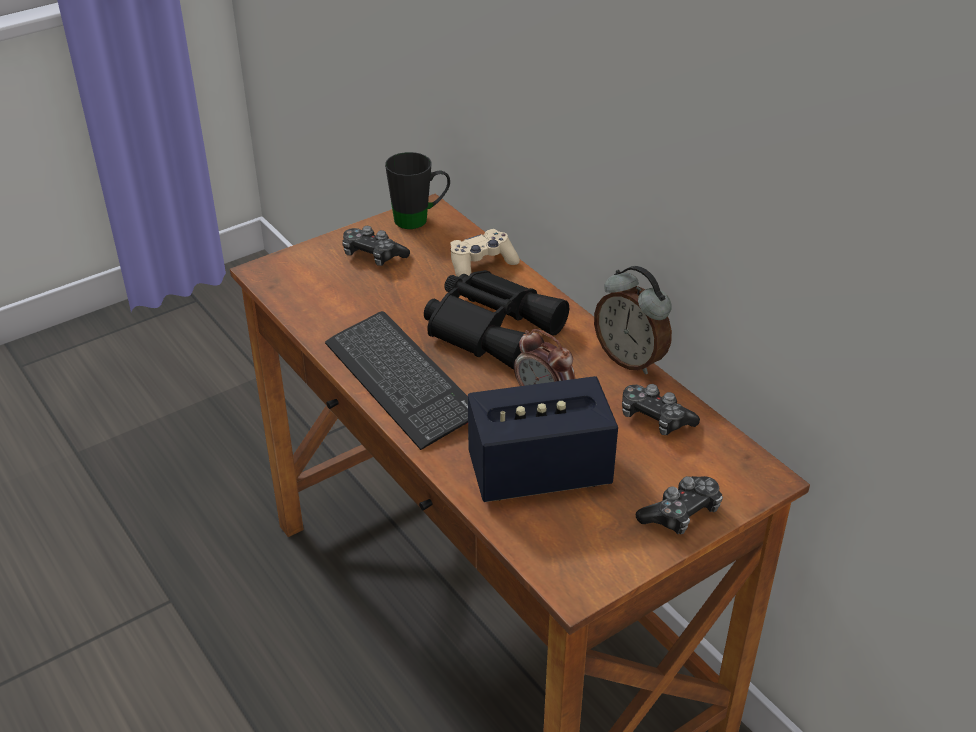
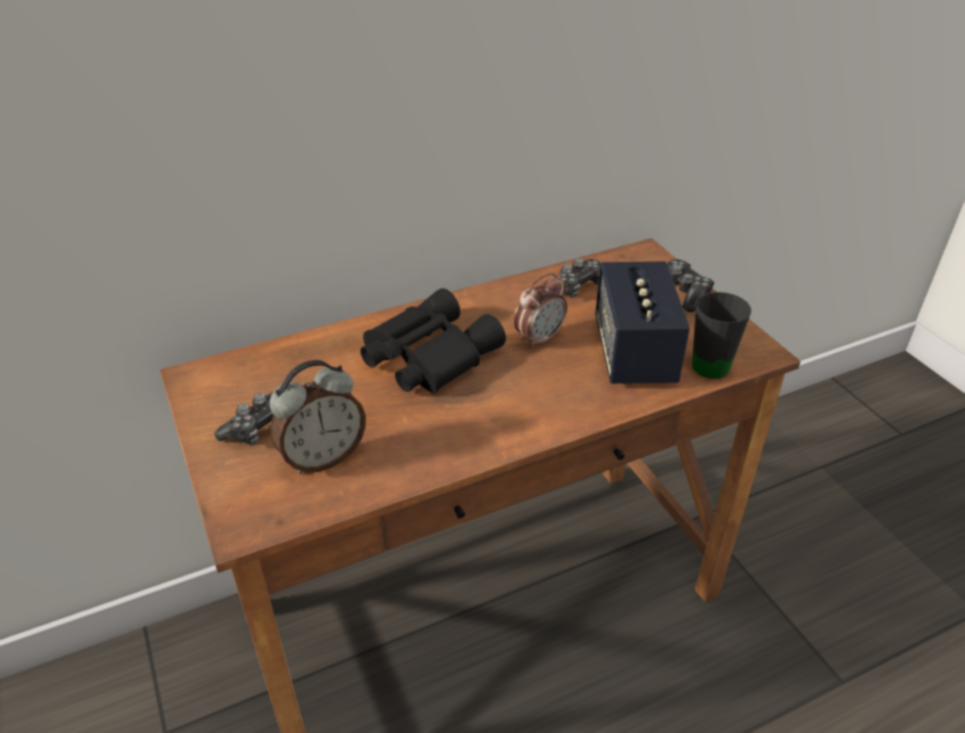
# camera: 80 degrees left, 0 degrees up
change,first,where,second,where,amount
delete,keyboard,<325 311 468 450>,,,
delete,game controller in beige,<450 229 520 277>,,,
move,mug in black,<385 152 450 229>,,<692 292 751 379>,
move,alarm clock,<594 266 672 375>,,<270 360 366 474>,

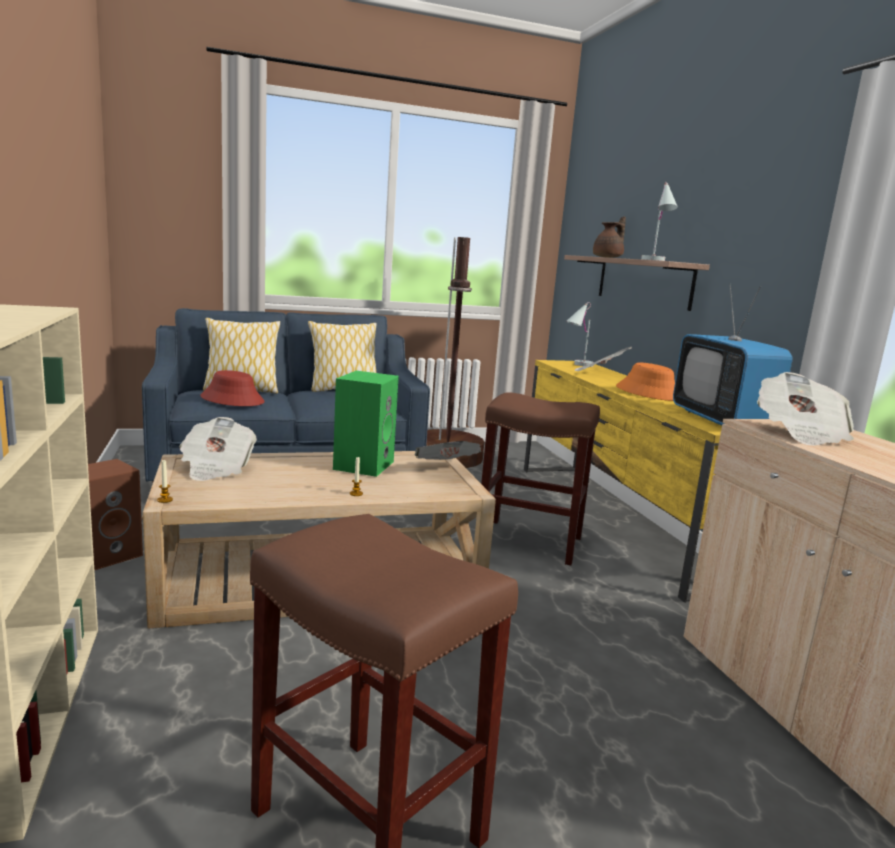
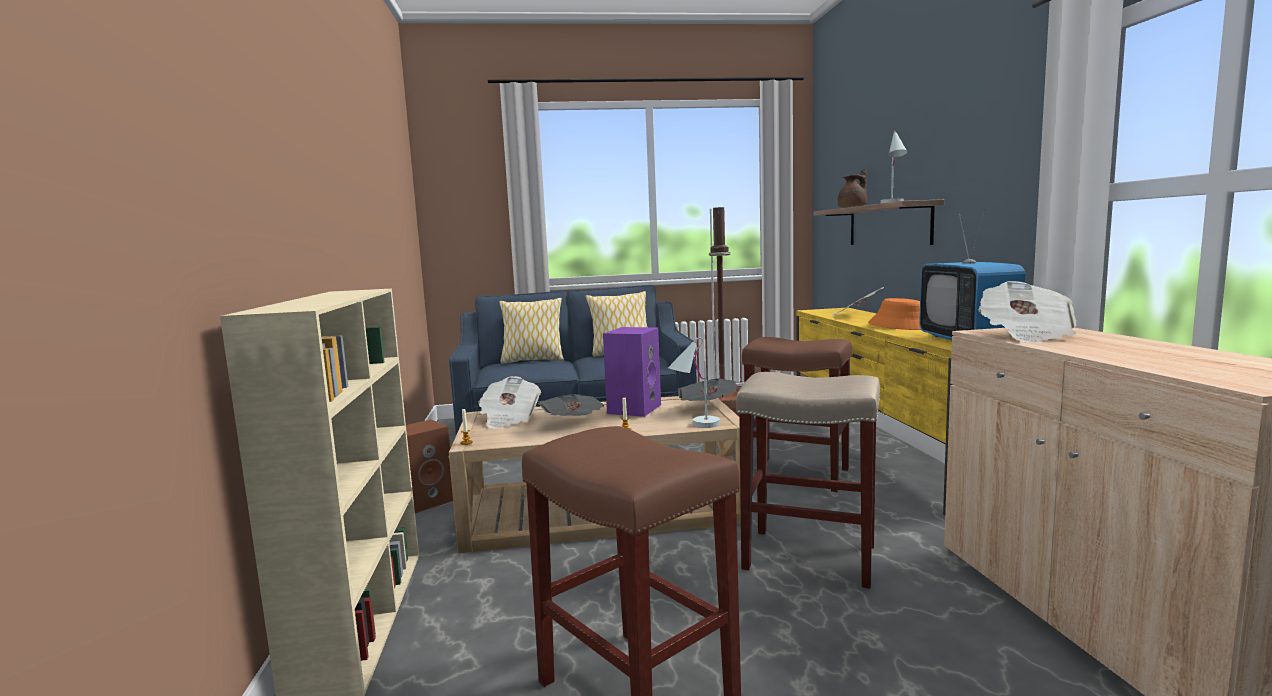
# camera: 10 degrees right, 5 degrees down
change,first,where,second,where,amount
delete,hat in red,<200 370 264 406>,,,
insert,,,newspaper,<537 394 604 416>,
insert,,,stool in beige,<736 372 880 589>,
move,table lamp in white,<566 302 594 367>,,<668 337 720 428>,
recolor,speaker in green,<333 371 399 477>,speaker in purple,<603 327 661 417>,

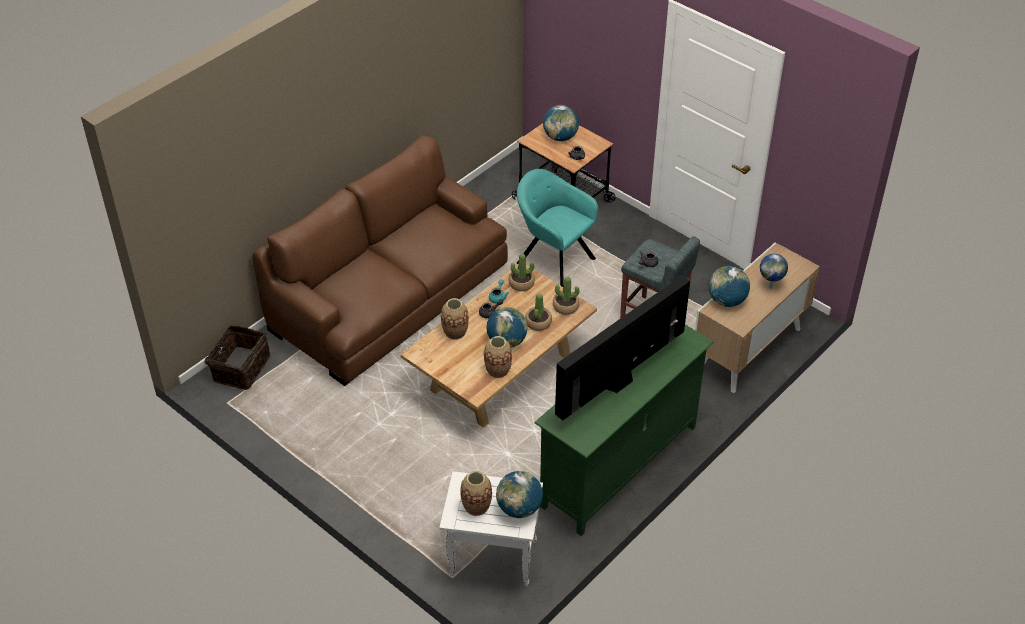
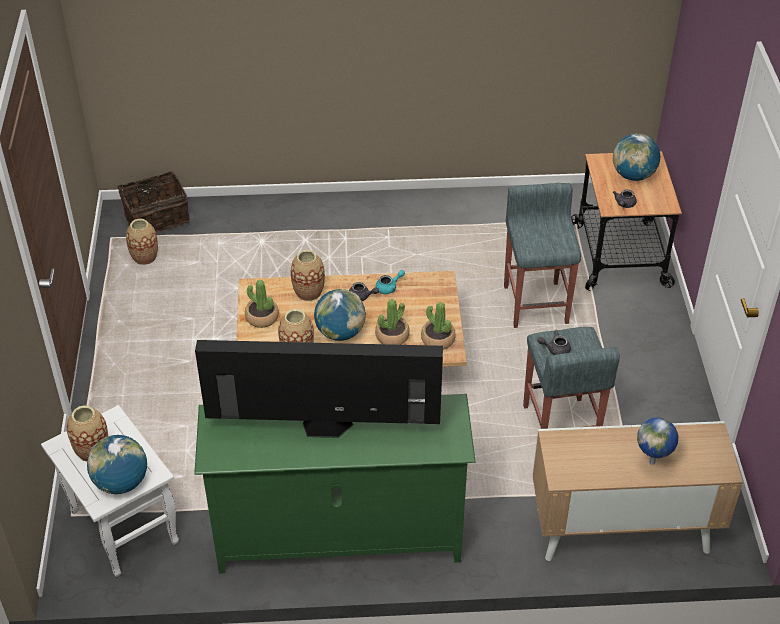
# camera: 45 degrees right, 0 degrees up
change,first,where,second,where,amount
delete,sofa in brown,<252 135 508 386>,,,
delete,globe,<709 266 750 307>,,,
insert,,,vase,<126 219 158 265>,
move,potted plant,<508 253 535 291>,,<245 280 279 328>,
replace,armchair in turquoise,<517 169 598 287>,stool in grey,<504 183 581 328>,

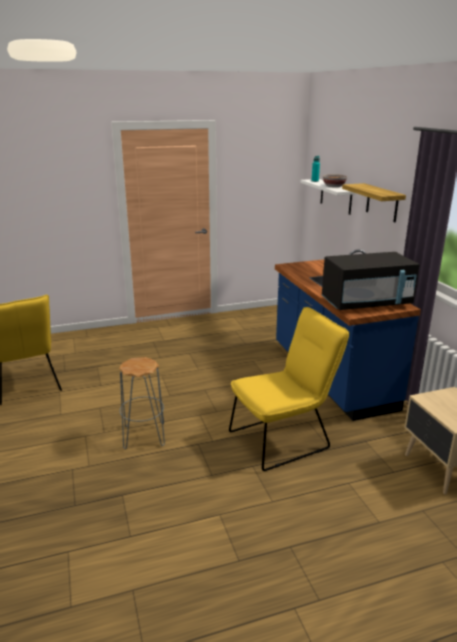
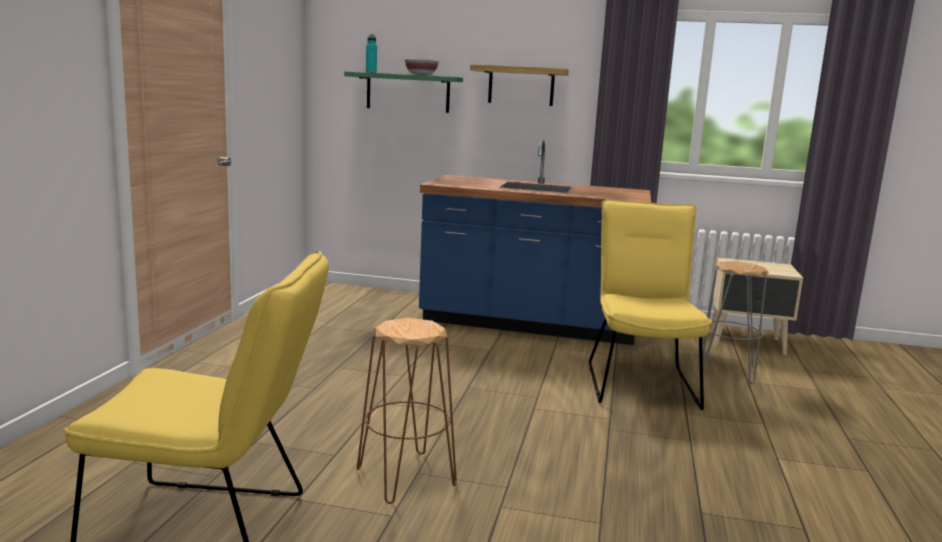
# camera: 60 degrees left, 10 degrees down
change,first,where,second,where,amount
delete,microwave in black,<322 252 420 310>,,,
insert,,,stool in brown,<357 318 457 504>,
move,stool in grey,<119 357 165 449>,,<697 261 769 384>,
recolor,shelf in white,<300 179 357 215>,shelf in green,<344 72 463 113>,

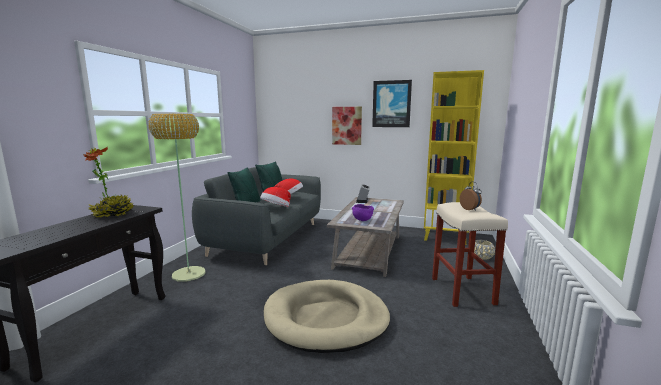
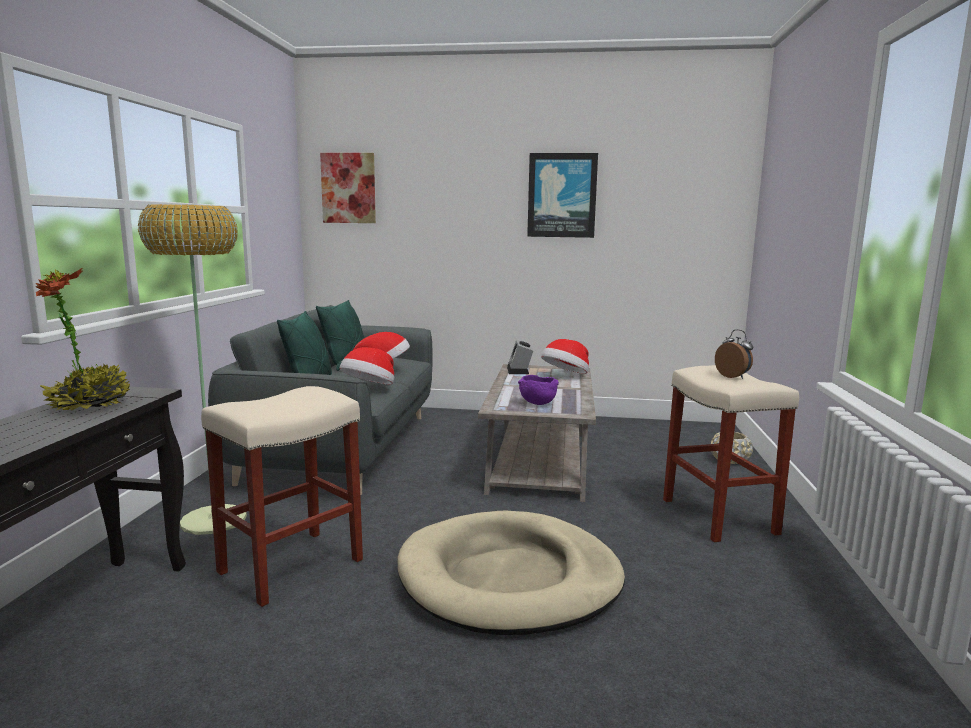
# camera: 10 degrees left, 0 degrees up
change,first,where,second,where,amount
delete,bookcase in yellow,<424 70 484 245>,,,
insert,,,stool in beige,<201 386 363 607>,
insert,,,hat,<541 339 589 374>,
move,picture,<332 107 362 145>,,<320 153 376 223>,

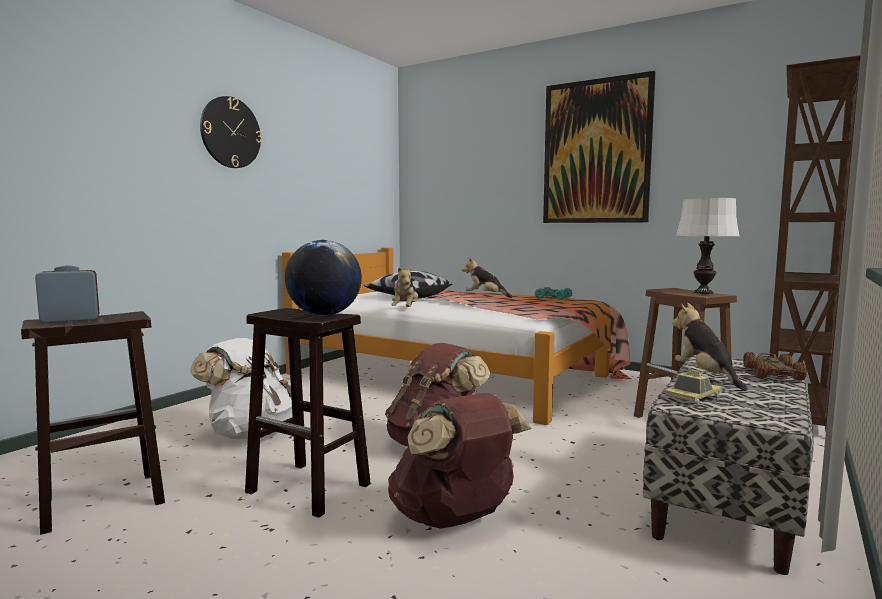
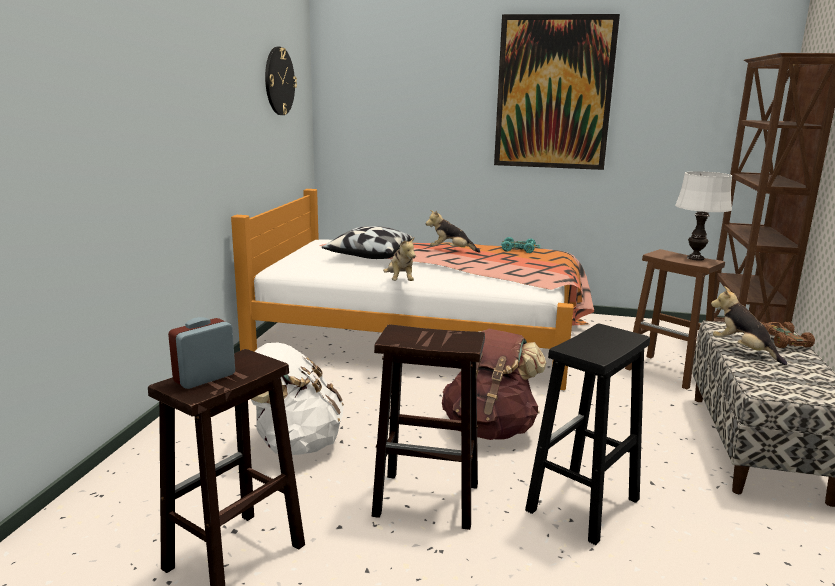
# camera: 20 degrees left, 10 degrees up
change,first,where,second,where,amount
delete,globe,<285 240 362 316>,,,
delete,toy car,<666 370 722 405>,,,
move,wall clock,<200 96 262 168>,,<265 47 297 115>,
replace,backpack in brown,<388 393 532 529>,stool in black,<525 323 650 545>,

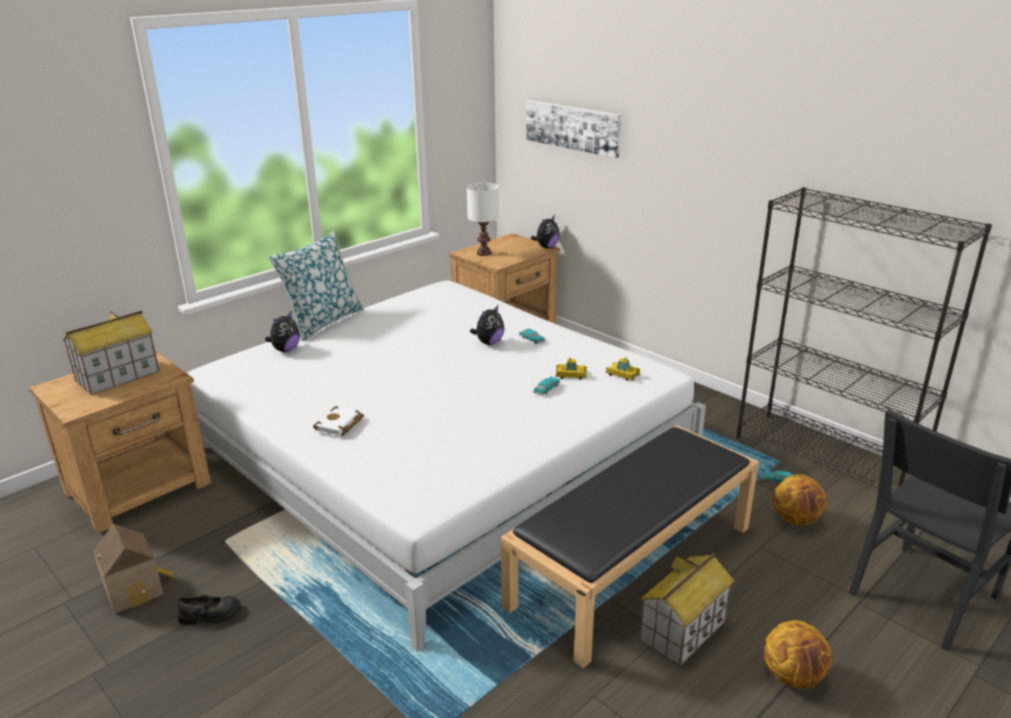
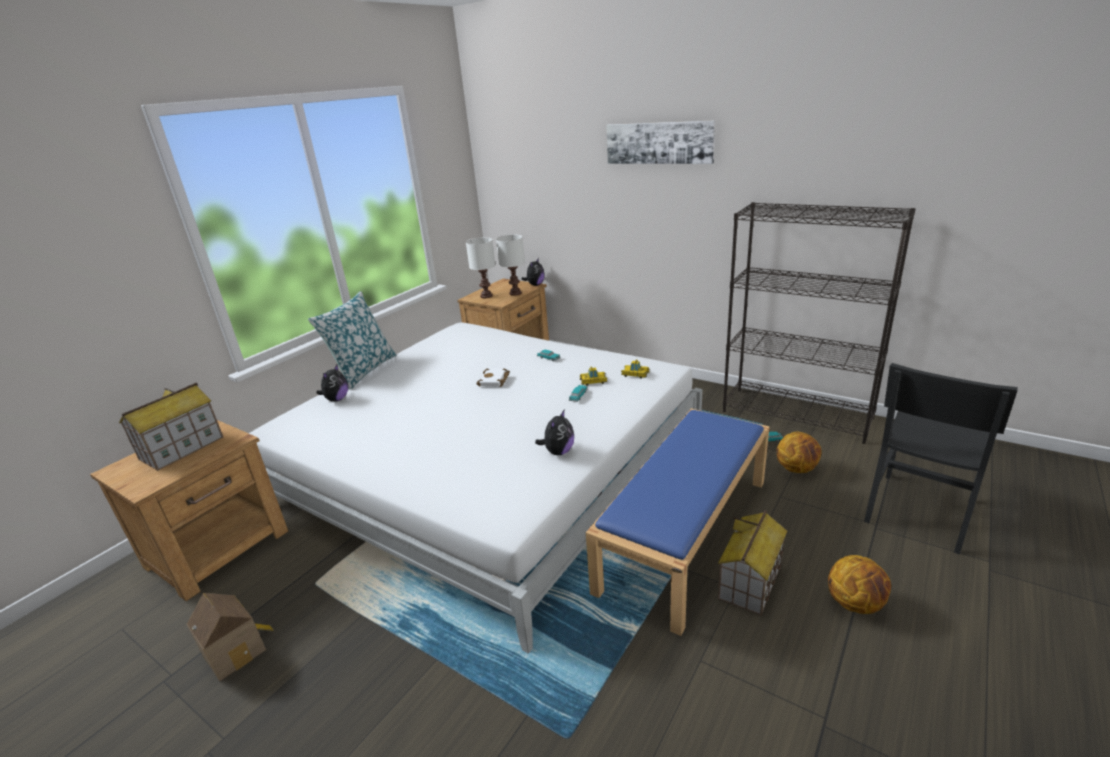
# camera: 10 degrees left, 0 degrees up
change,first,where,second,where,amount
delete,shoe in black,<177 594 240 625>,,,
insert,,,table lamp in white,<496 234 525 296>,
move,book in white,<313 406 364 436>,,<476 368 510 387>,
move,plush toy,<470 305 504 345>,,<535 410 574 455>,
move,picture,<526 100 621 158>,,<606 120 716 164>,
recolor,bench in black,<501 425 759 668>,bench in blue,<586 409 769 636>,

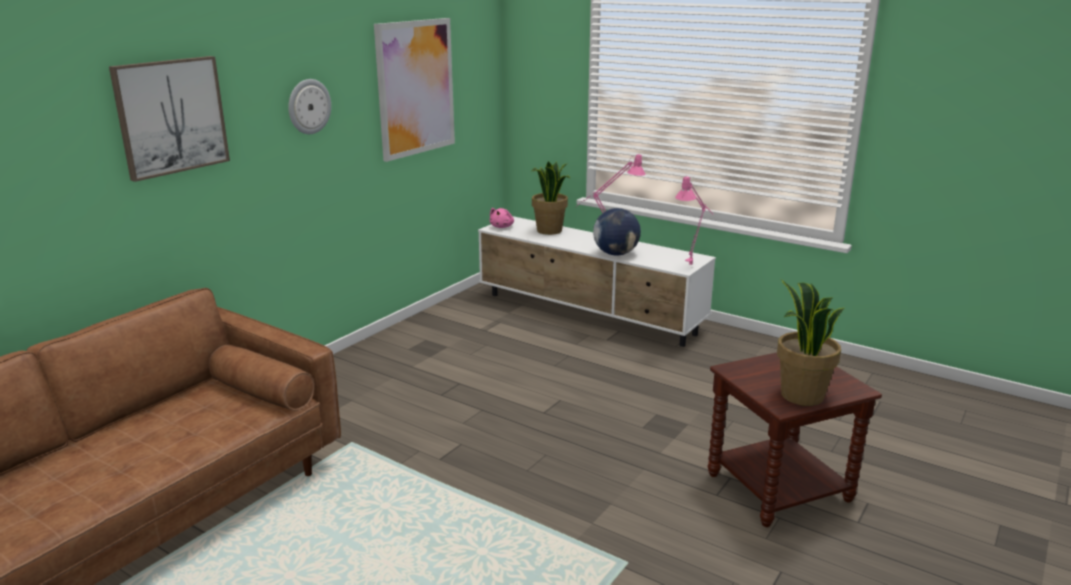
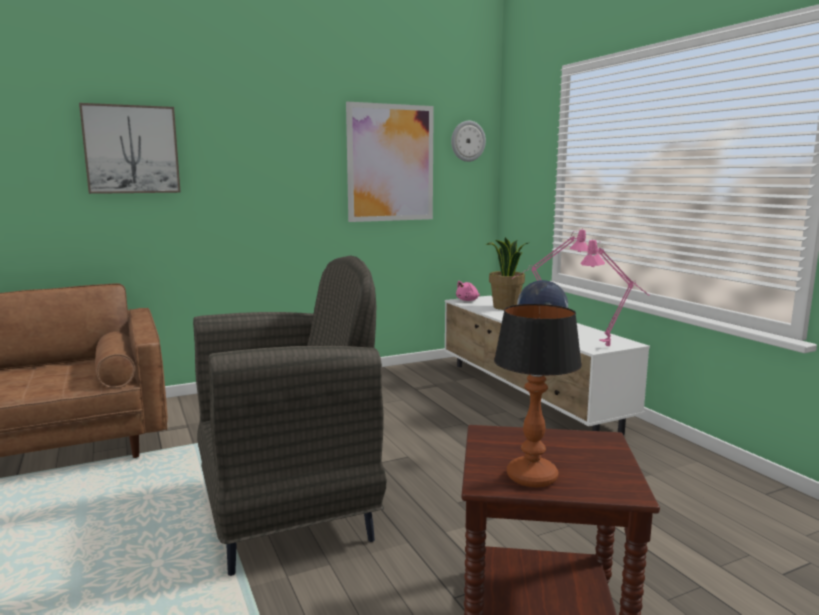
# camera: 30 degrees right, 10 degrees down
change,first,where,second,where,amount
insert,,,armchair in grey,<193 255 387 576>,
move,wall clock,<288 79 331 134>,,<451 121 486 162>,
replace,potted plant,<777 279 845 406>,table lamp,<494 304 582 487>,

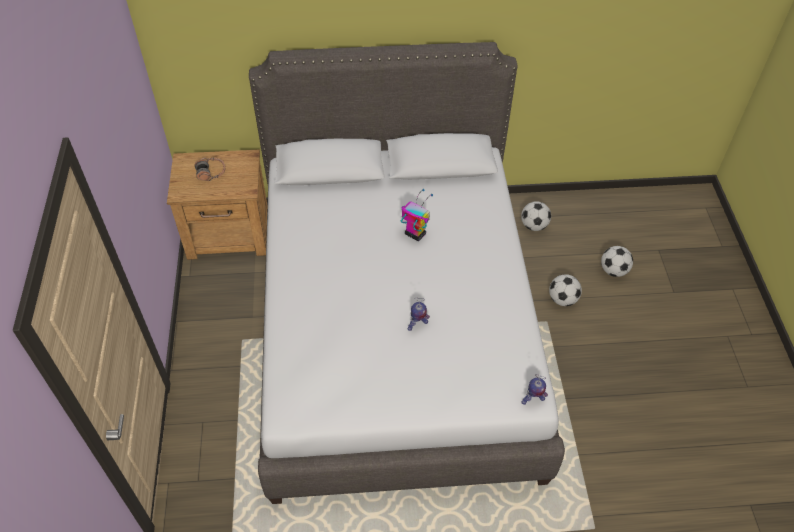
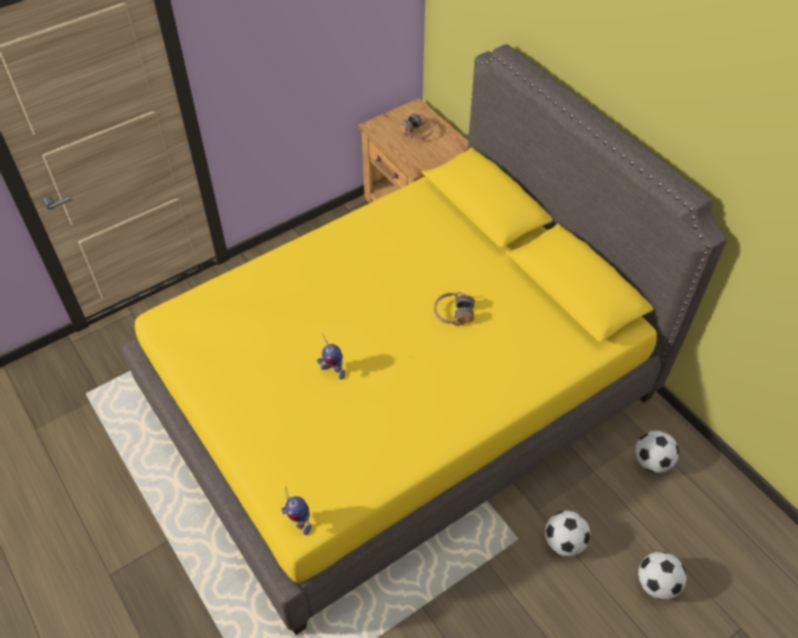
# camera: 60 degrees right, 0 degrees up
change,first,where,second,where,amount
replace,toy robot,<401 189 433 241>,headphones,<434 292 475 326>,
recolor,bed in grey,<249 42 565 504>,bed in yellow,<123 44 728 635>,

